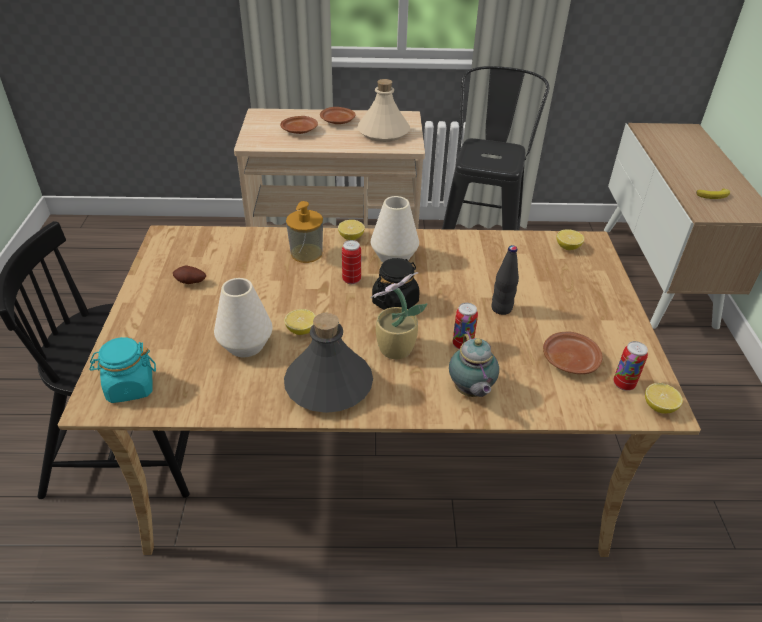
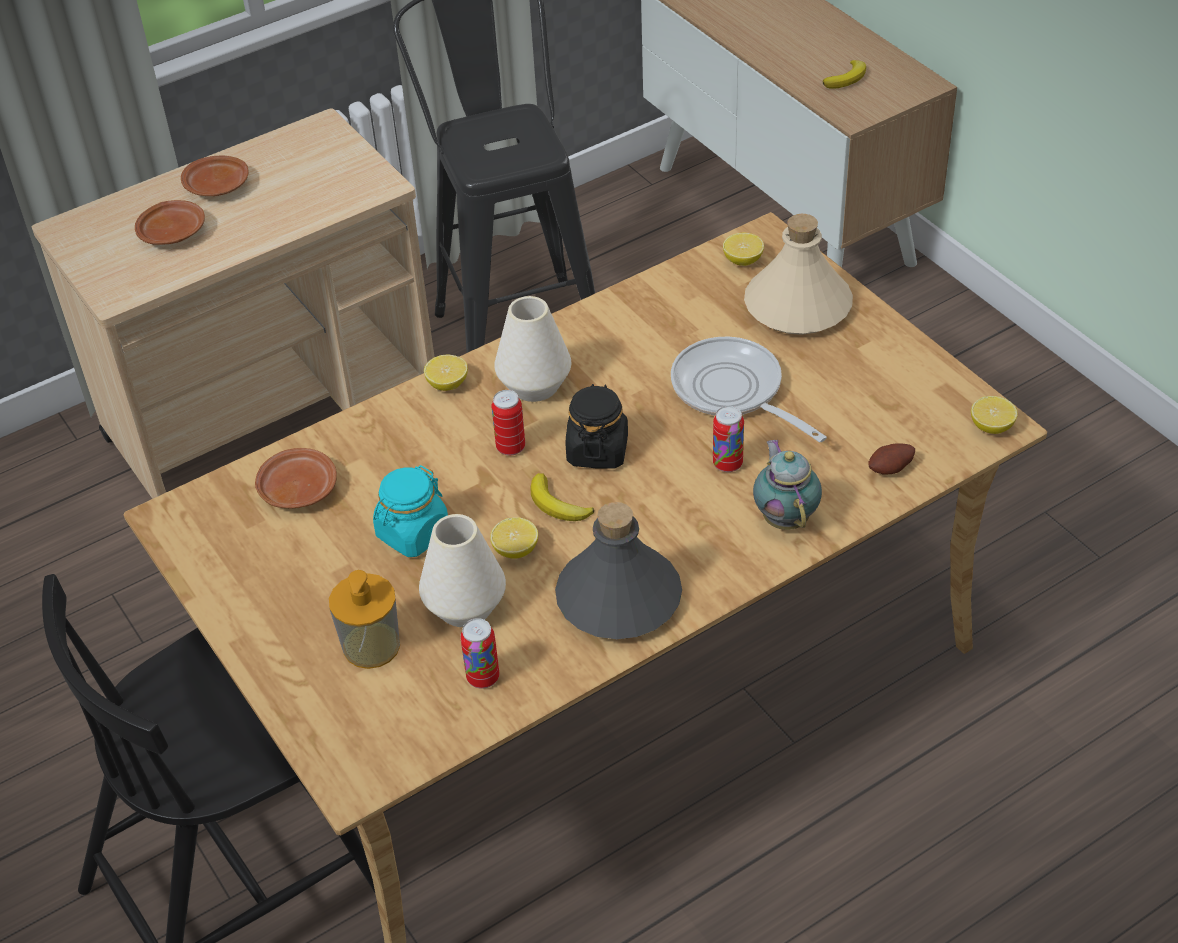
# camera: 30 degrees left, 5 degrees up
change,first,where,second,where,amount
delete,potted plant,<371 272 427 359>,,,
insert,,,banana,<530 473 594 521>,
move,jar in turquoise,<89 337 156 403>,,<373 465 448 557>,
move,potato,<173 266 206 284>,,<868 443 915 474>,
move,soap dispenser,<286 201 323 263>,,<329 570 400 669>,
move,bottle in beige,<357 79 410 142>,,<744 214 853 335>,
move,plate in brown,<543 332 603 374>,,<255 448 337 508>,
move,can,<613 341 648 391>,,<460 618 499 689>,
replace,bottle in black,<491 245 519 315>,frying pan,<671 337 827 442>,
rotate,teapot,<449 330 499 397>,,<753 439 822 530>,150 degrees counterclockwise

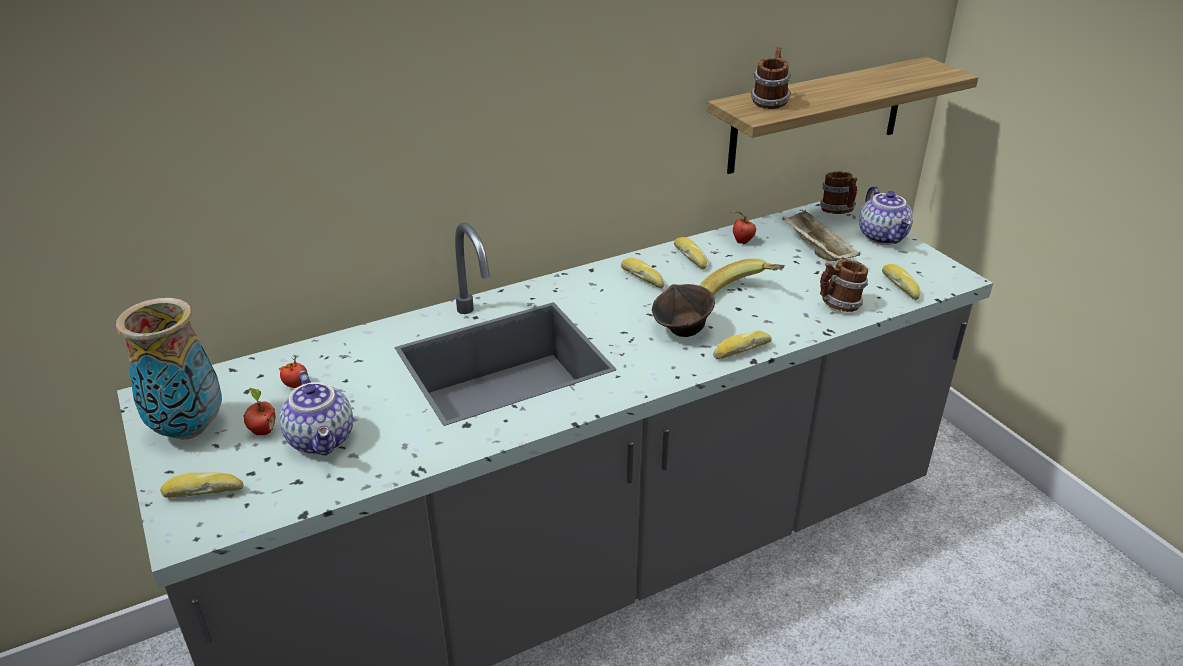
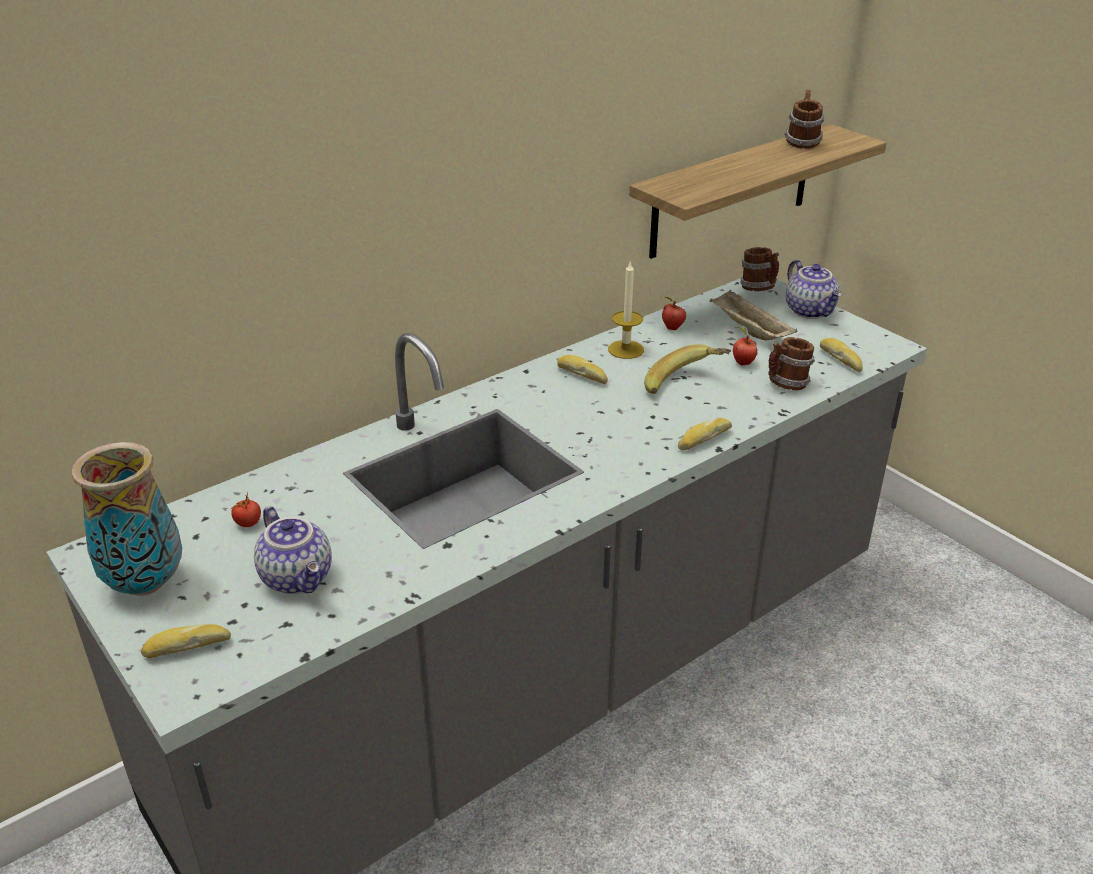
# camera: 10 degrees left, 0 degrees up
change,first,where,second,where,amount
delete,bowl in brown,<652 284 715 337>,,,
move,apple,<243 388 275 435>,,<733 327 757 366>,
move,mug,<751 47 791 109>,,<785 90 824 149>,
replace,bread,<674 237 707 270>,candle,<608 261 644 359>,

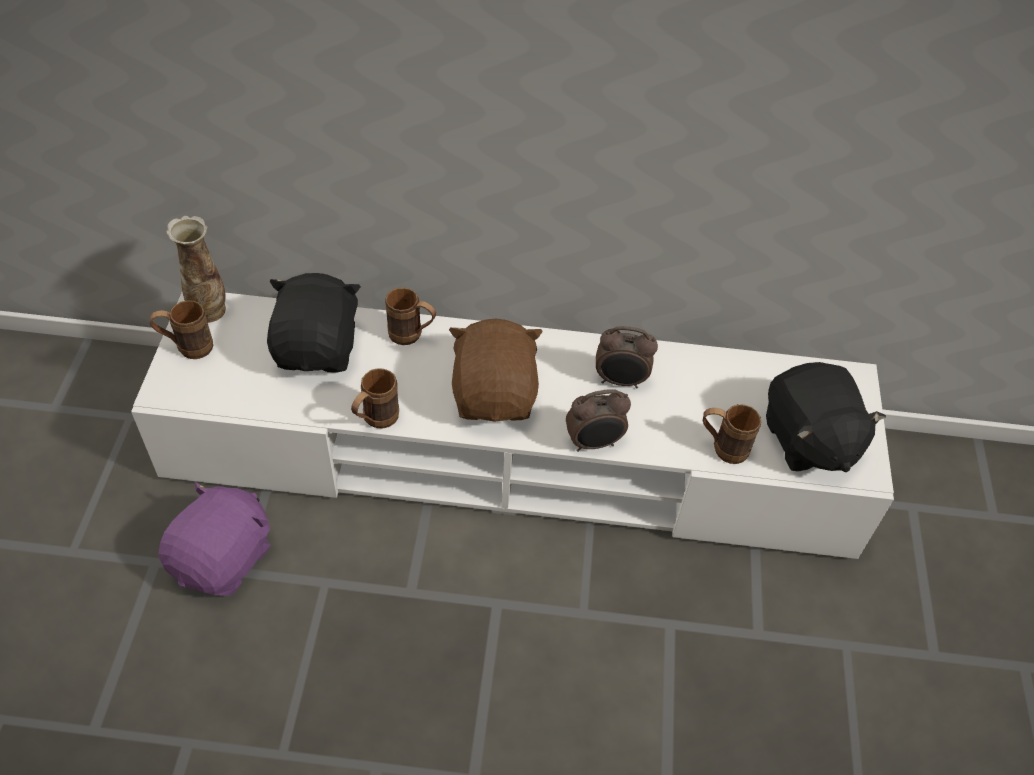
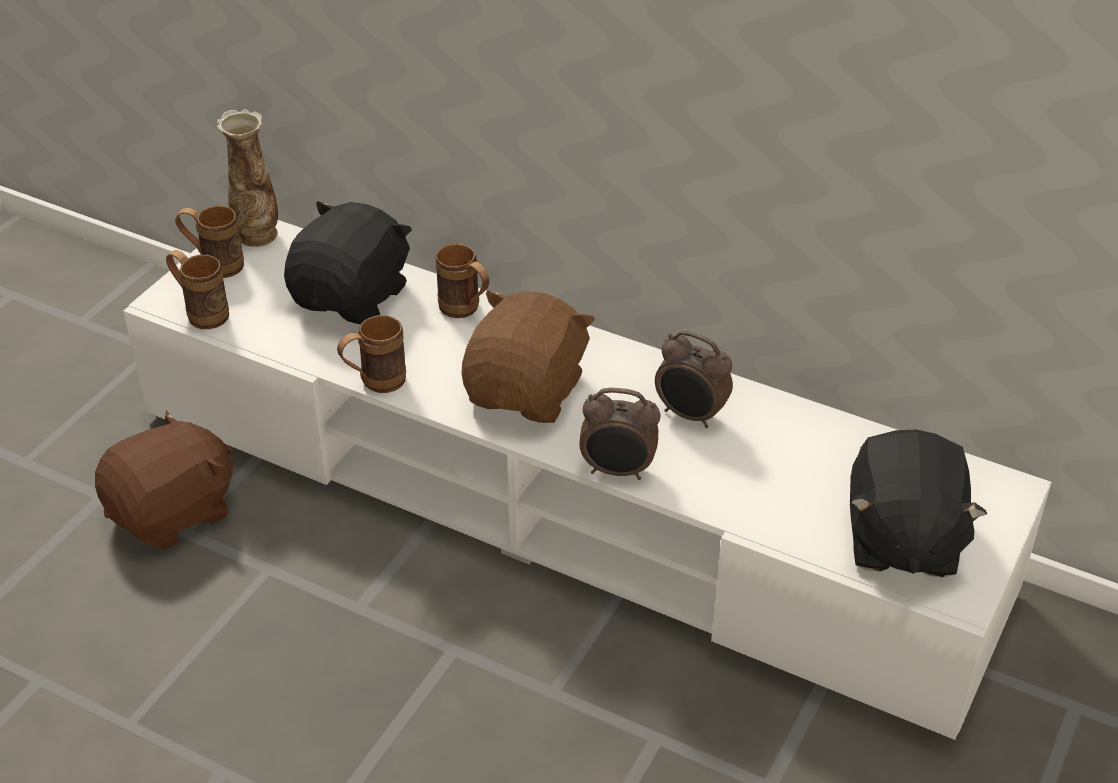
# camera: 25 degrees right, 10 degrees down
change,first,where,second,where,amount
move,mug in brown,<703 404 761 464>,,<166 250 229 329>,
recolor,plush toy in purple,<158 482 270 596>,plush toy in brown,<95 410 233 550>,

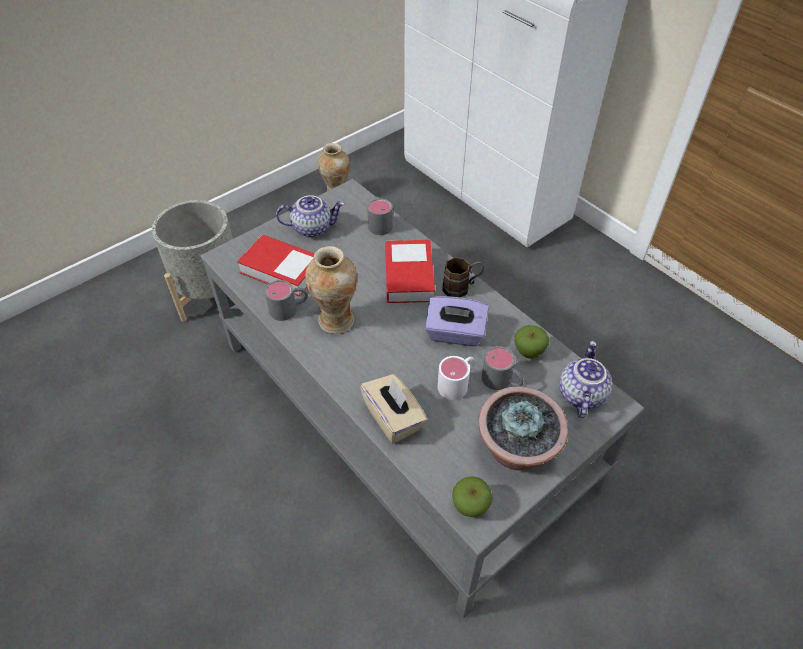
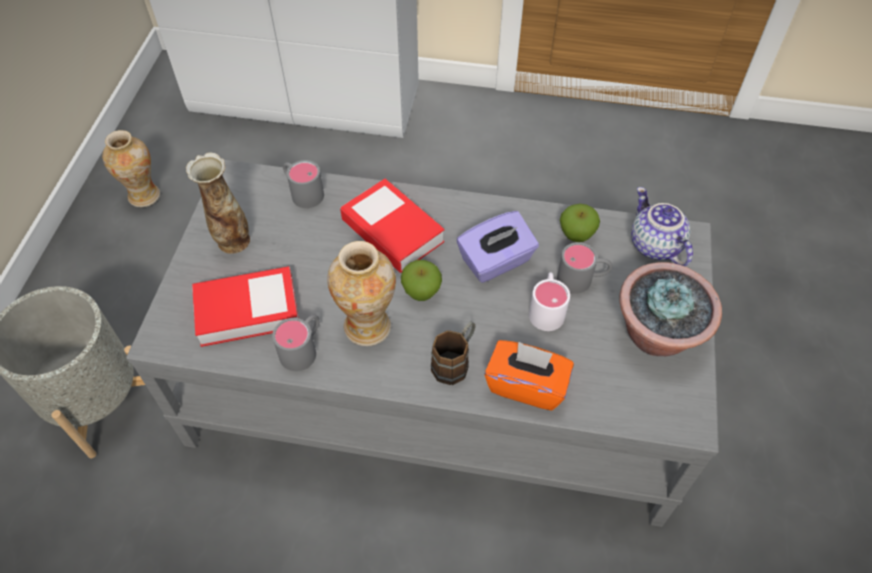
# camera: 40 degrees left, 5 degrees up
change,first,where,second,where,amount
move,mug in brown,<442 257 484 298>,,<431 322 475 385>,
move,apple,<452 476 493 517>,,<401 260 442 301>,
replace,teapot,<276 195 344 238>,vase,<186 152 250 254>,
recolor,tissue box in beige,<360 374 427 444>,tissue box in orange,<485 340 574 411>,

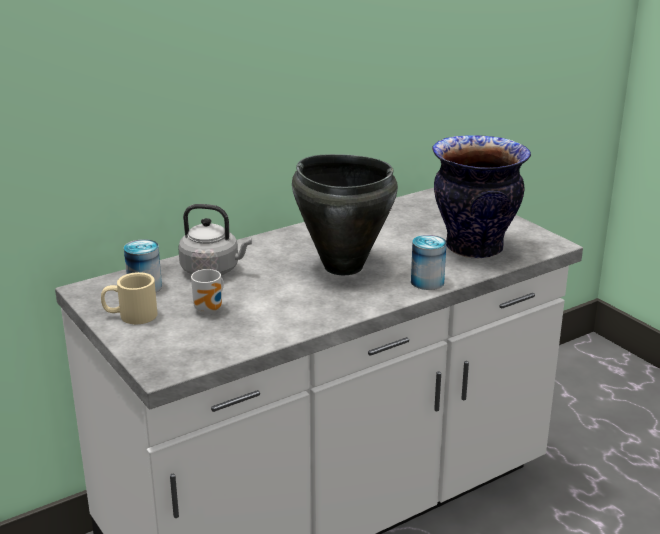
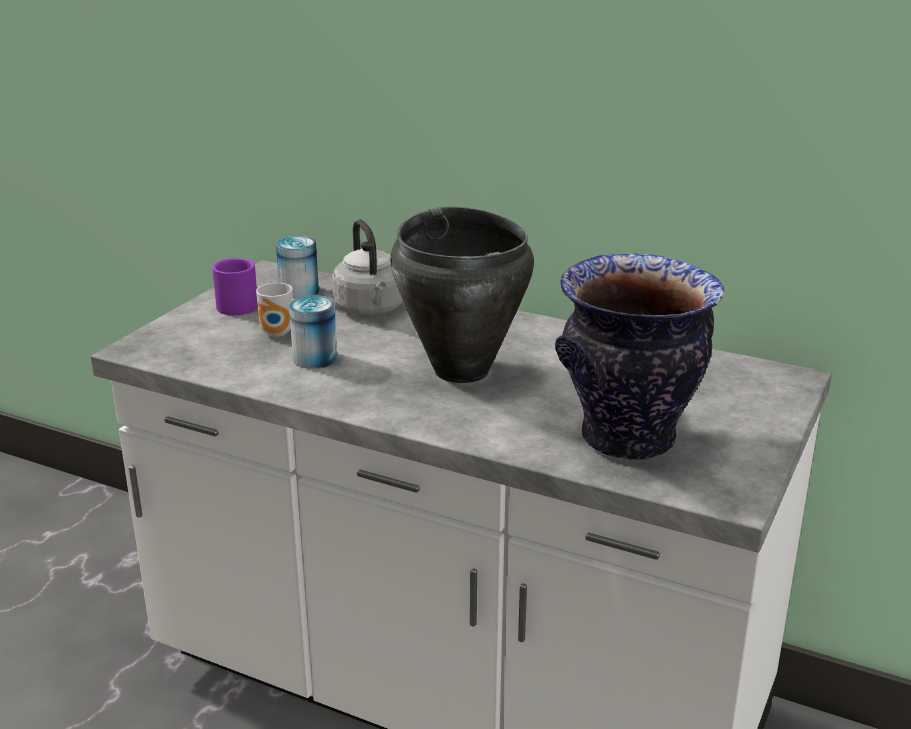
# camera: 60 degrees right, 0 degrees up
change,first,where,second,where,amount
move,can,<411 235 447 290>,,<289 295 338 369>,
recolor,mug in beige,<101 272 157 324>,mug in purple,<212 258 258 315>,

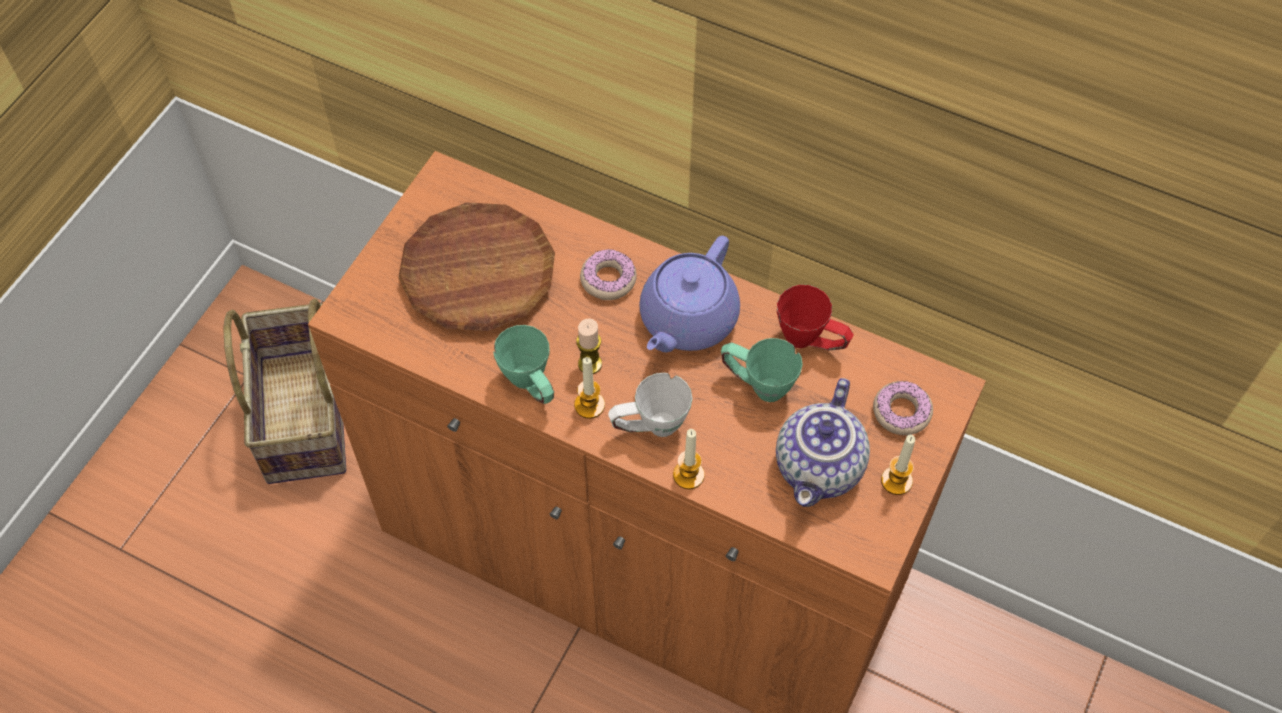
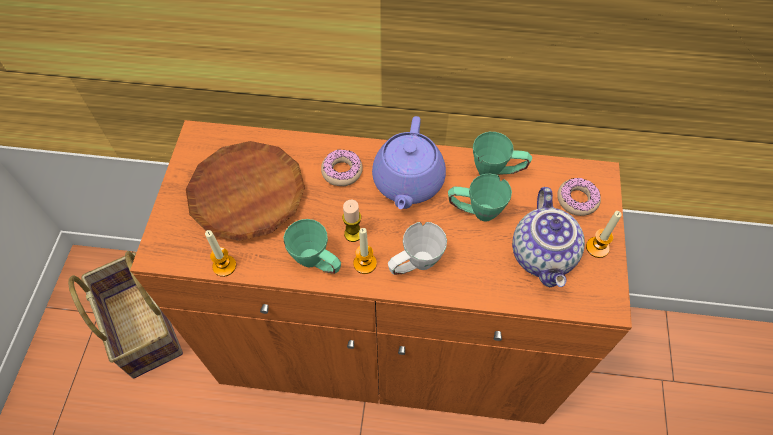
# camera: 20 degrees left, 0 degrees up
change,first,where,second,where,amount
move,candle,<673 429 705 489>,,<205 230 236 277>,
recolor,mug in red,<777 285 853 351>,mug in green,<473 132 532 175>,

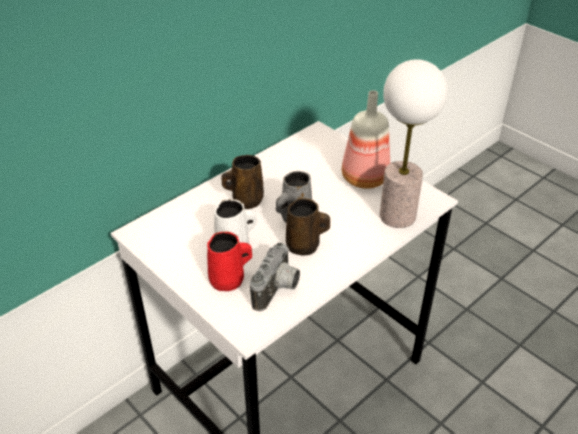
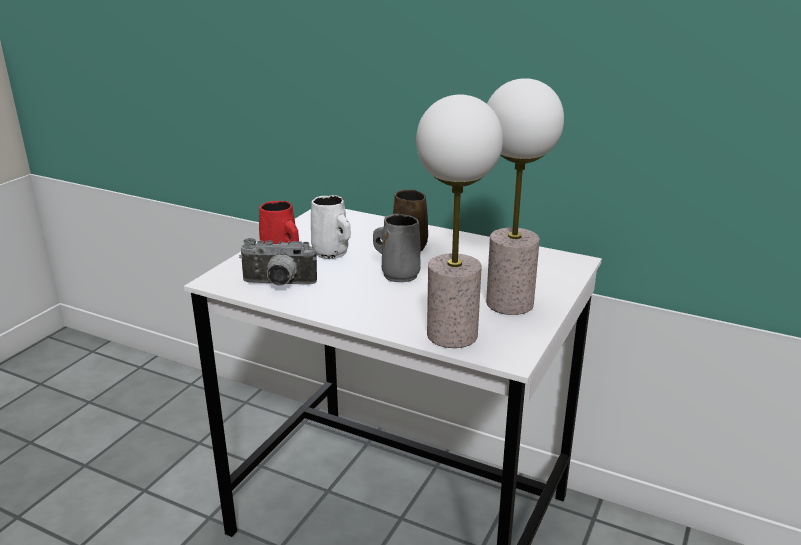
# camera: 70 degrees right, 15 degrees down
change,first,where,second,where,amount
delete,mug in brown,<286 198 330 256>,,,
replace,bottle,<342 90 390 189>,table lamp,<486 78 564 315>,

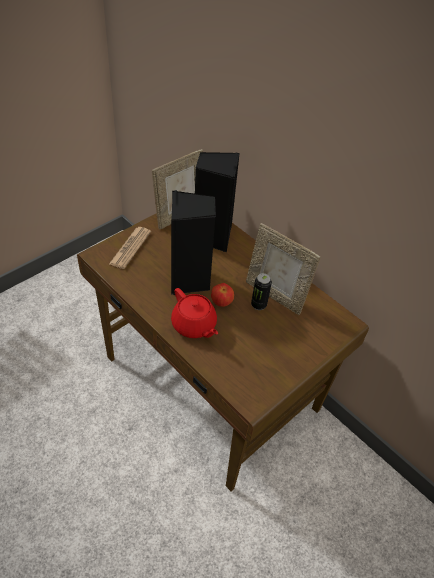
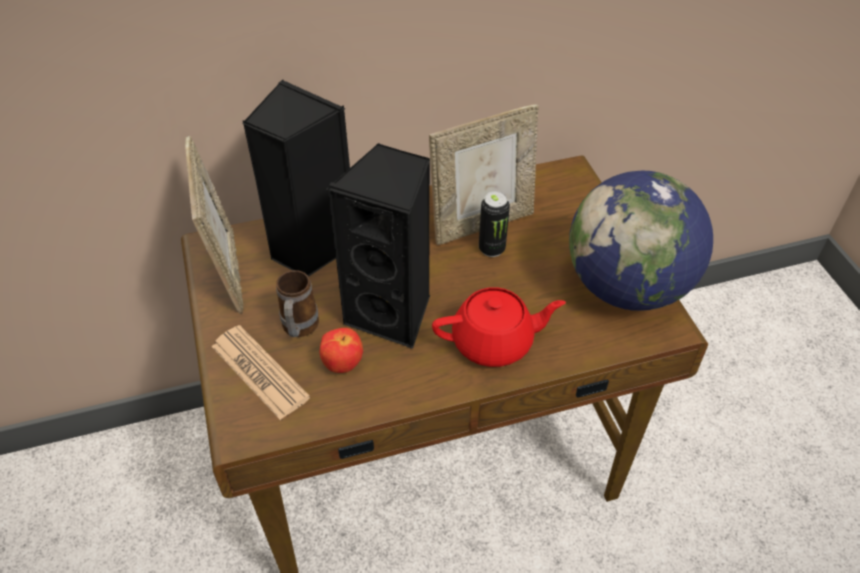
# camera: 60 degrees left, 0 degrees up
change,first,where,second,where,amount
insert,,,mug,<276 270 319 337>,
insert,,,globe,<569 171 713 311>,
move,apple,<211 283 234 307>,,<319 328 363 373>,

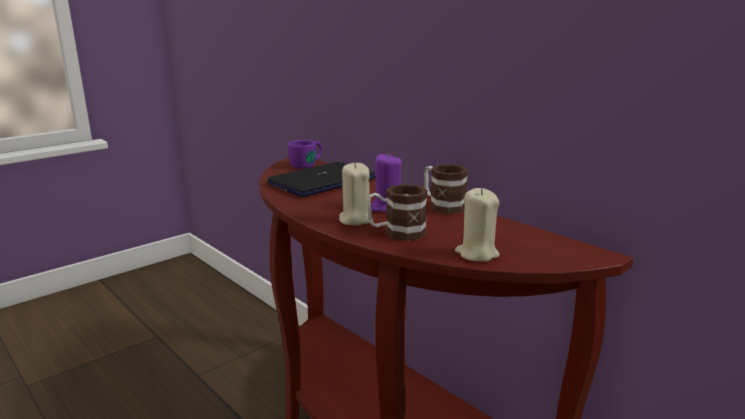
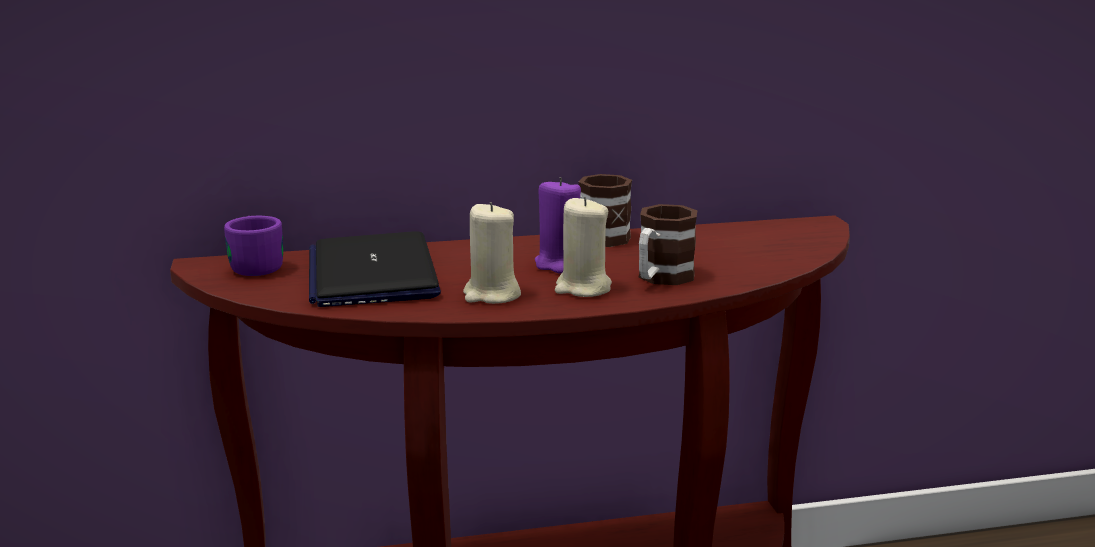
# camera: 60 degrees left, 0 degrees up
change,first,where,second,where,amount
move,candle in beige,<455 188 500 261>,,<463 202 521 304>,

